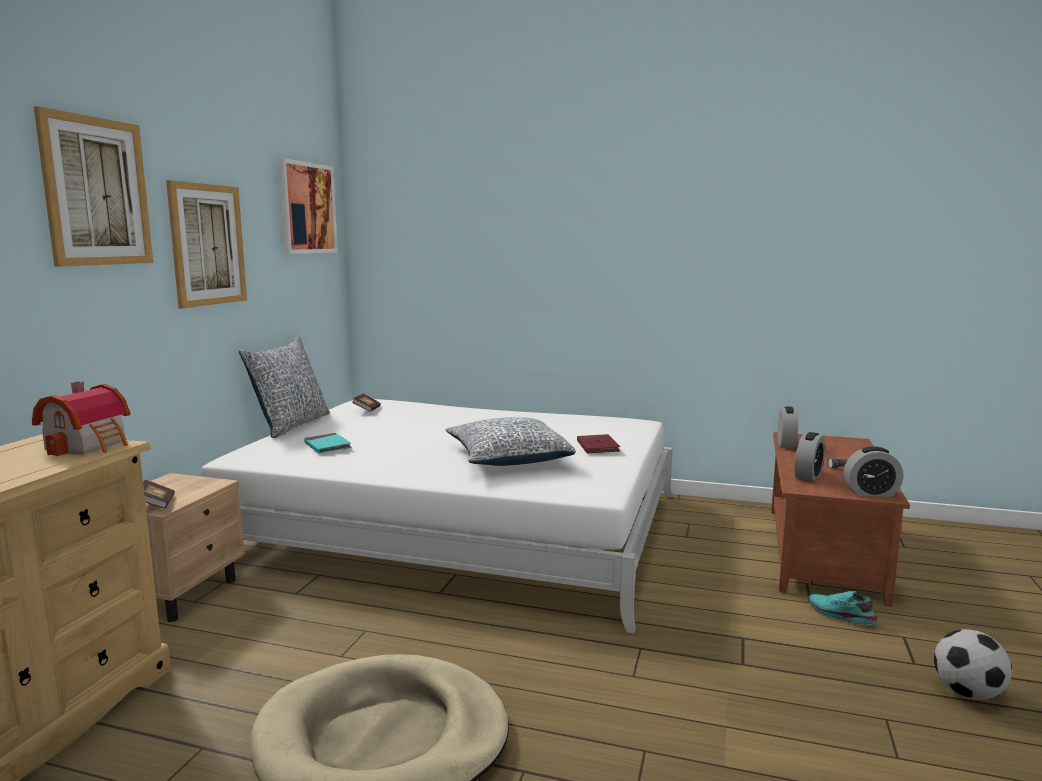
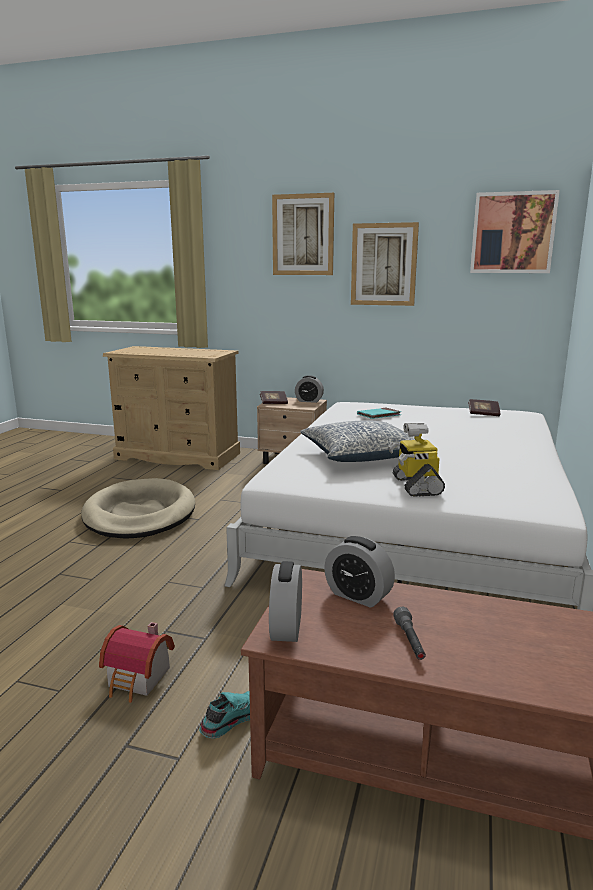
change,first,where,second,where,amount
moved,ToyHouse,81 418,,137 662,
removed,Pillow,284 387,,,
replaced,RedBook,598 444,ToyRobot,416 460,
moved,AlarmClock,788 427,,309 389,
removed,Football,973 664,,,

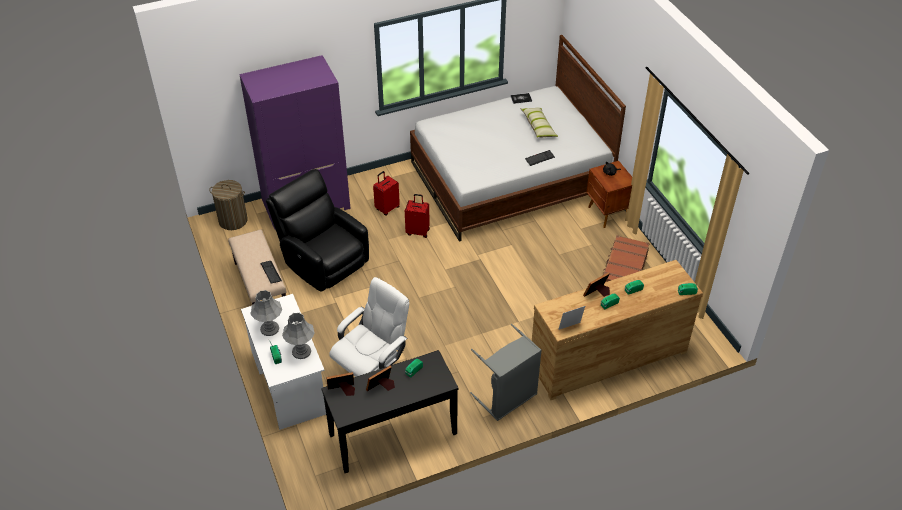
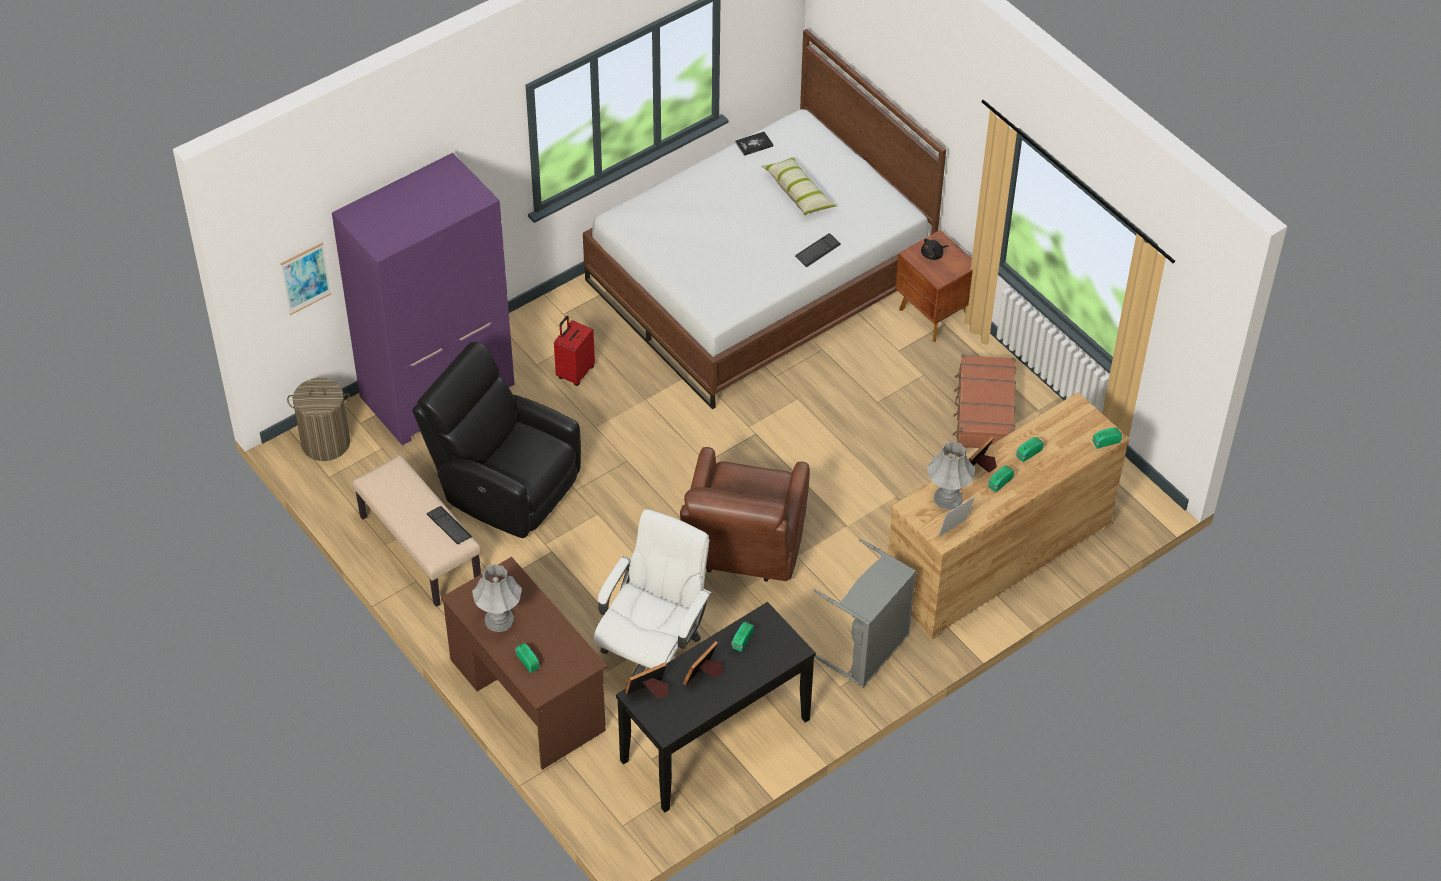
change,first,where,second,where,amount
recoloured,WhiteDesk,283 362,BrownDesk,524 663,
moved,GreyTableLamp,298 336,,951 475,
removed,RedSuitcase,417 216,,,
added,,,Picture,305 278,
added,,,BrownArmchair,745 514,

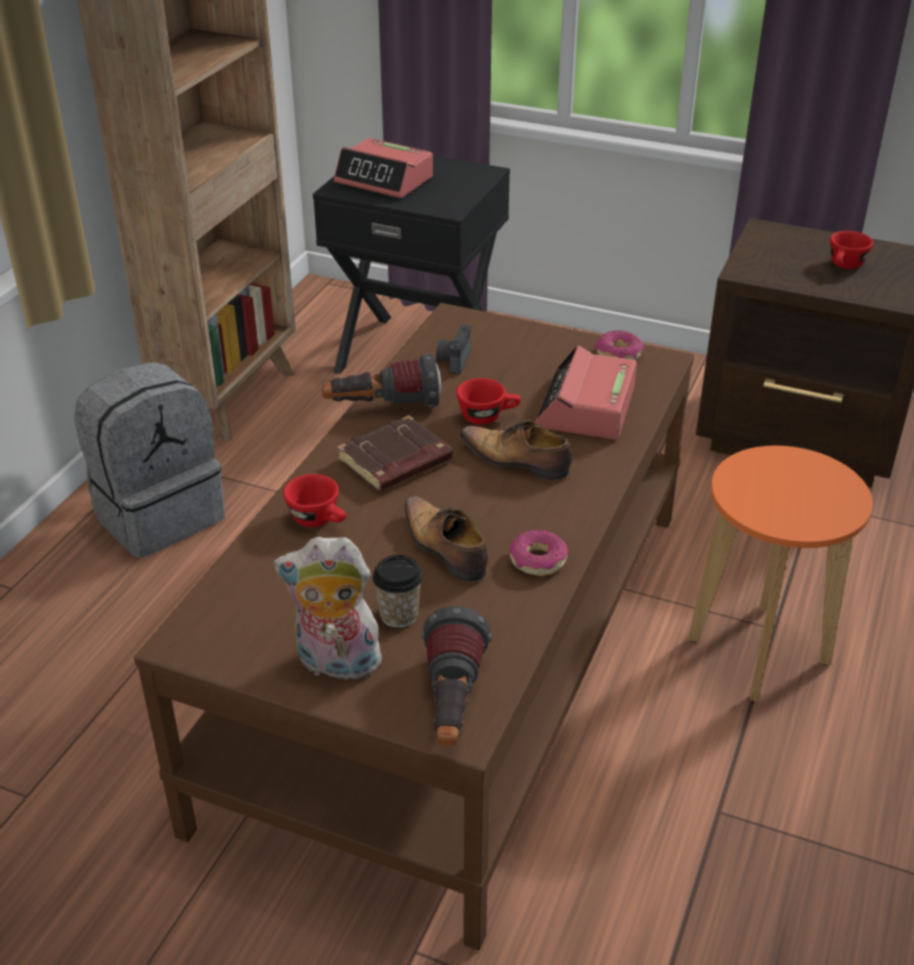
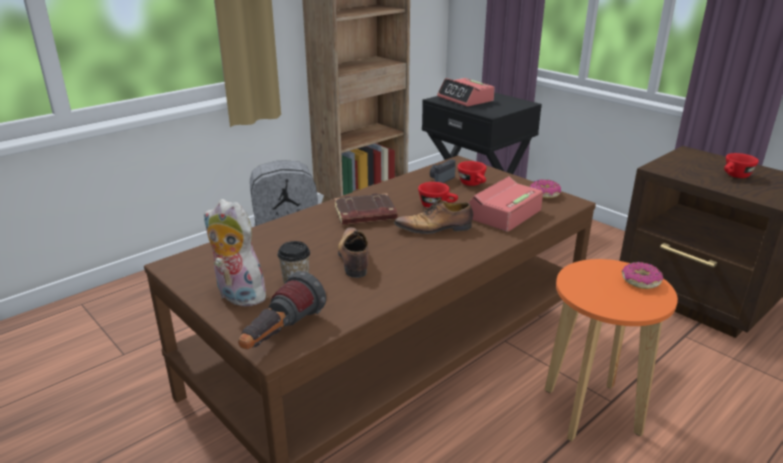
change,first,where,second,where,amount
moved,RedCup,315 500,,472 173,
removed,Flashlight,381 381,,,
turned,Shoe,516 450,,433 216,60 degrees counterclockwise
moved,Donut,538 553,,642 275,

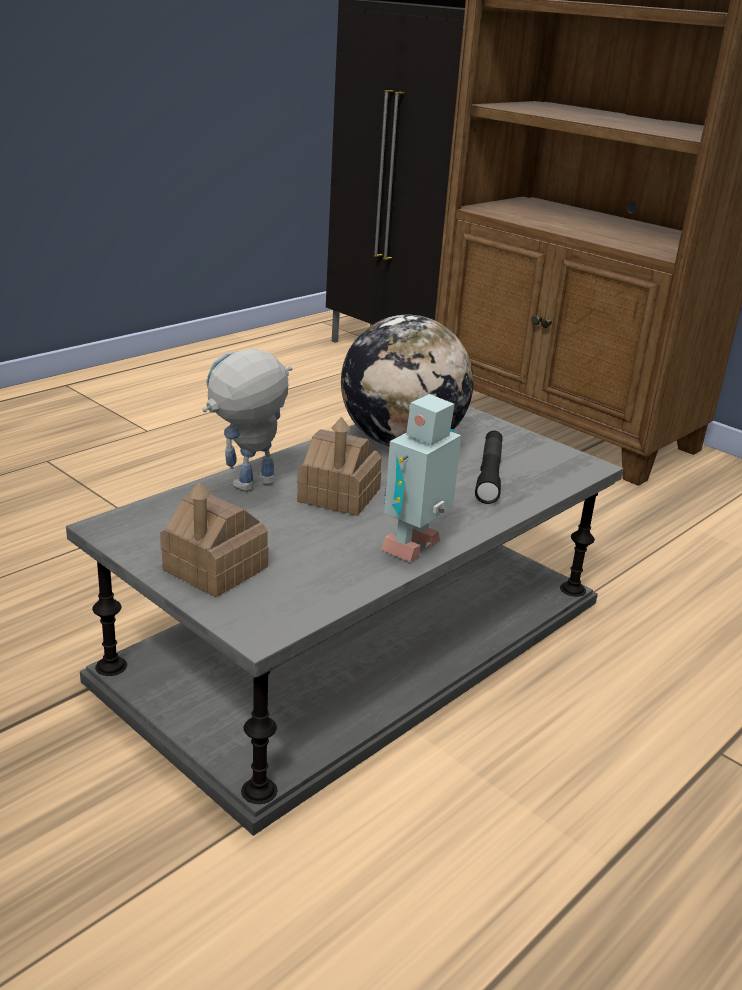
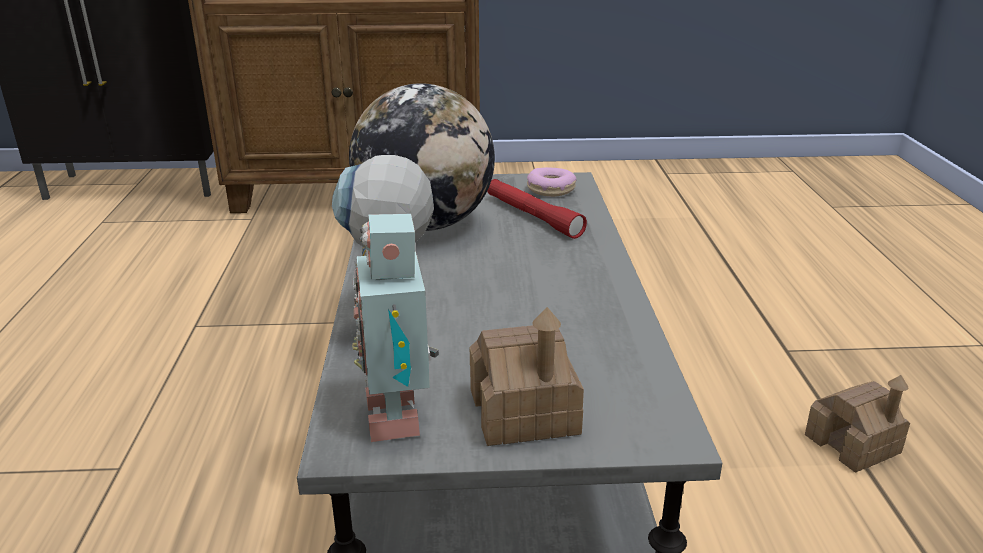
change,first,where,second,where,amount
moved,ToyHouse,339 466,,857 424,
moved,ToyRobot,421 478,,395 328,
recoloured,BlackFlashlight,489 467,RedFlashlight,537 209,
added,,,Donut,552 182,

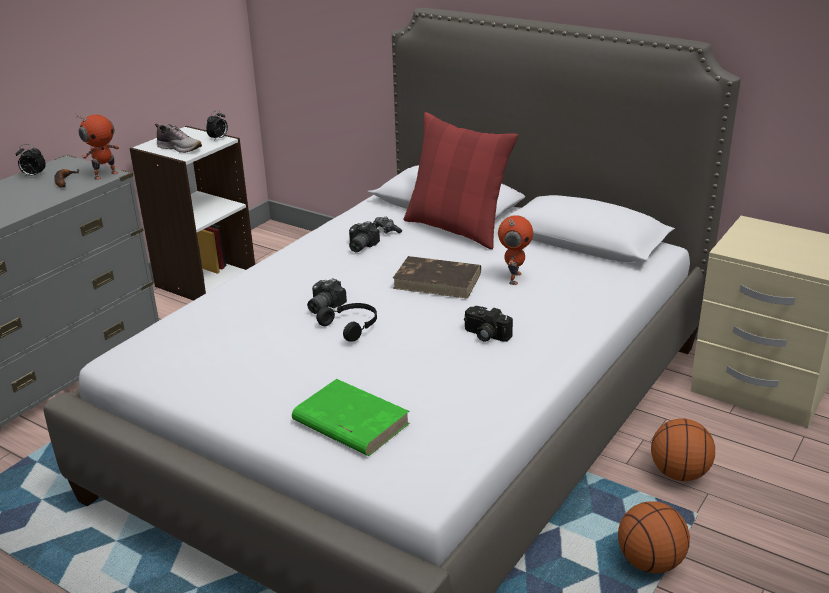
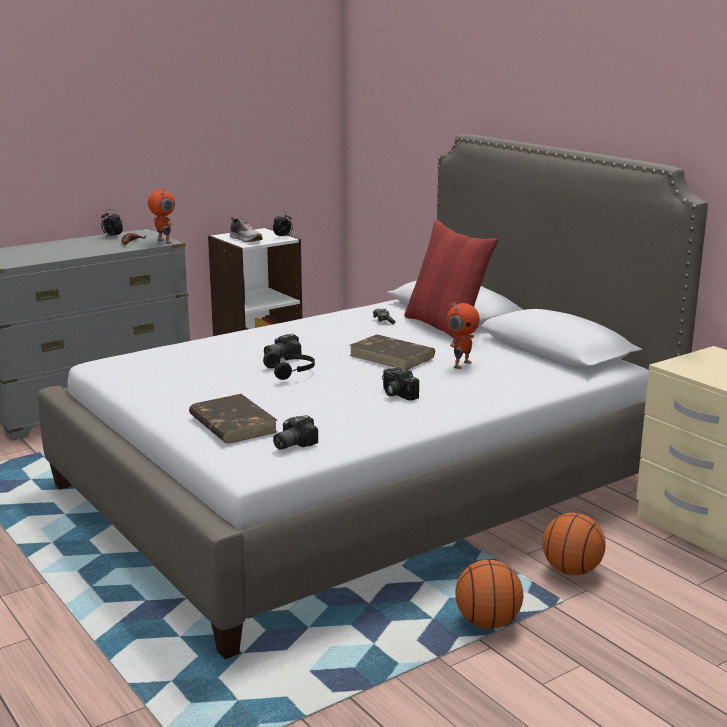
change,first,where,second,where,amount
turned,ToyRobot,97 146,,161 216,105 degrees counterclockwise
recoloured,GreenBook,351 417,BrownBook,233 419,
moved,PhotoCamera,364 236,,295 432,

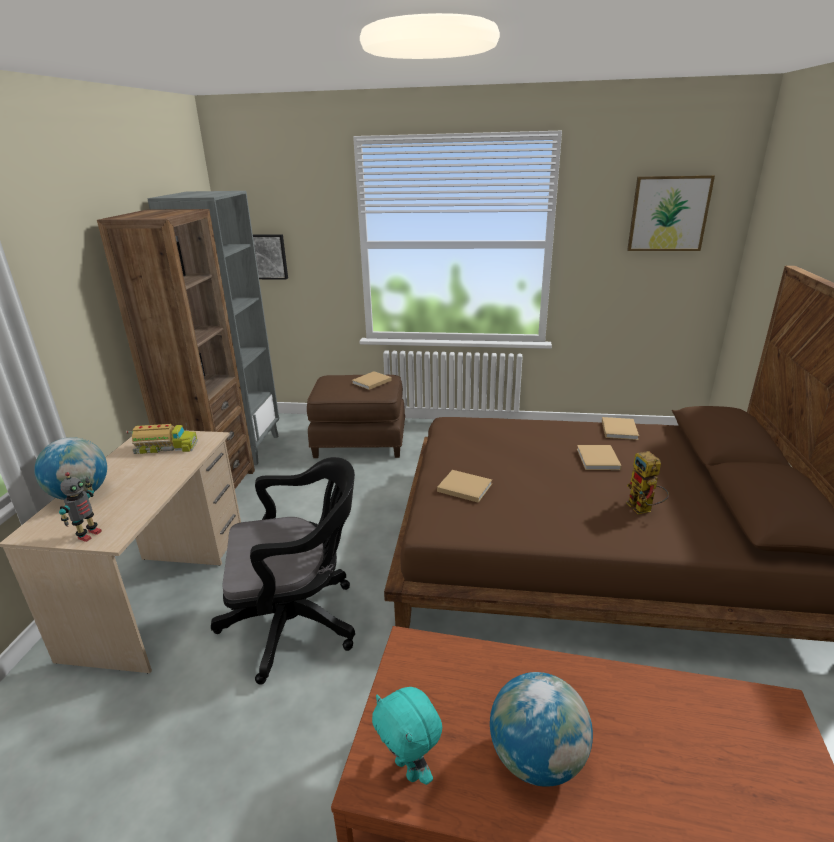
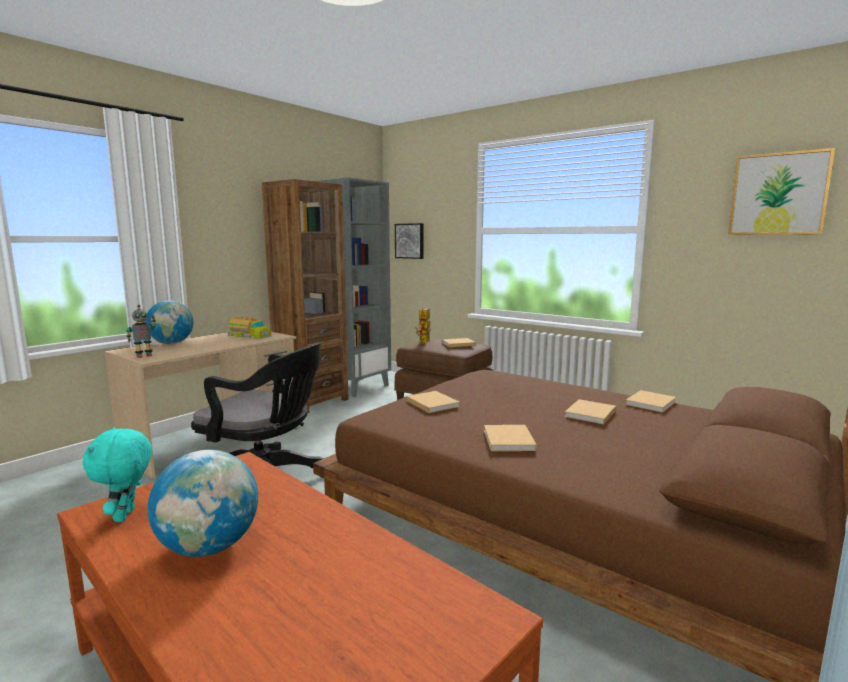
change,first,where,second,where,amount
moved,ToyRobot,647 482,,423 325,
added,,,BeigeBook,510 438,

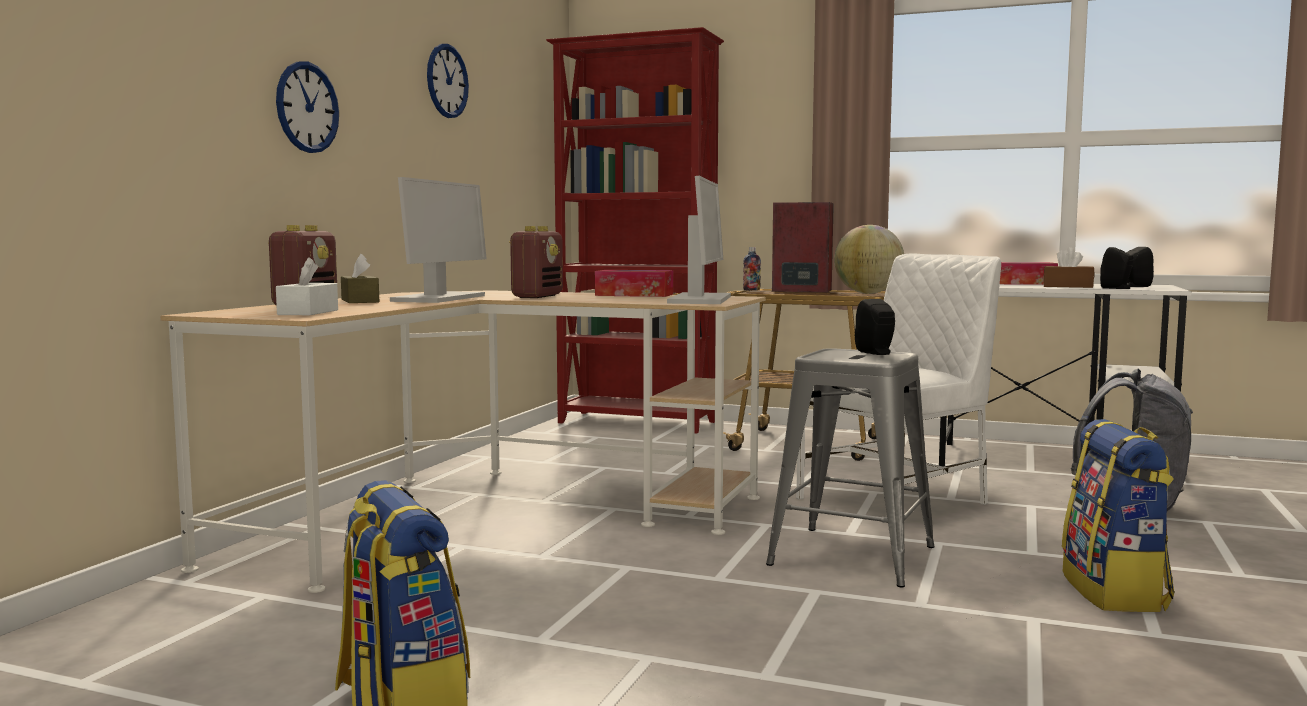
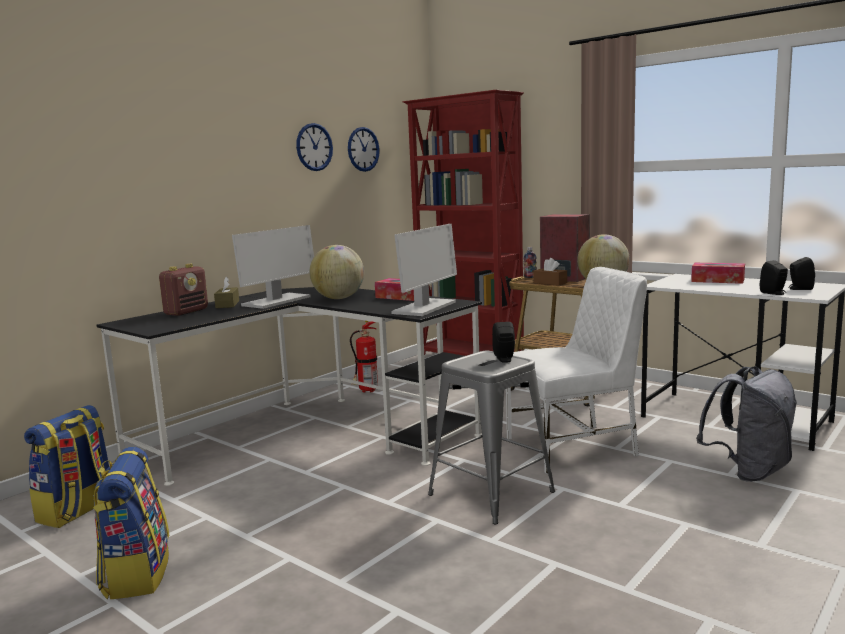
change,first,where,second,where,amount
recoloured,BeigeDesk,462 441,BlackDesk,289 386,
moved,WallClock,307 107,,364 149,
removed,WhiteTissueBox,307 286,,,
replaced,Radio,536 262,Globe,336 272,
moved,BrownTissueBox,1069 267,,550 272,
moved,Backpack,1118 515,,66 466,
added,,,FireExtinguisher,364 356,

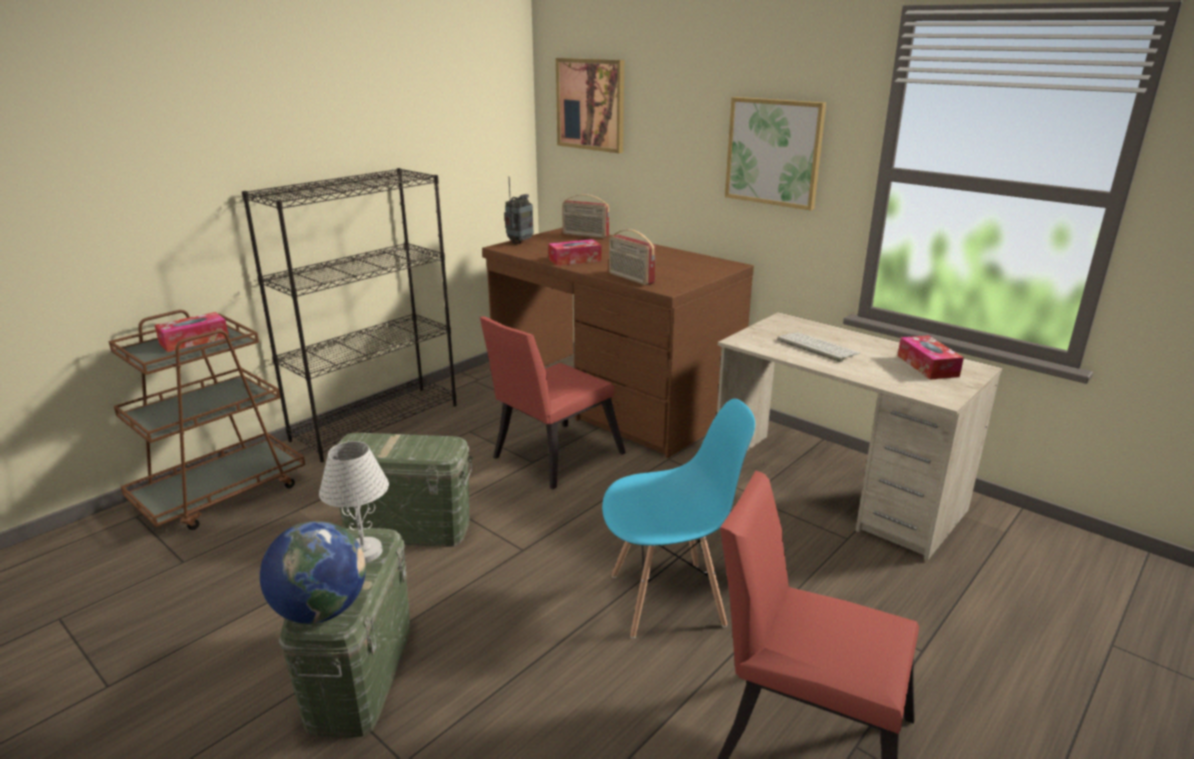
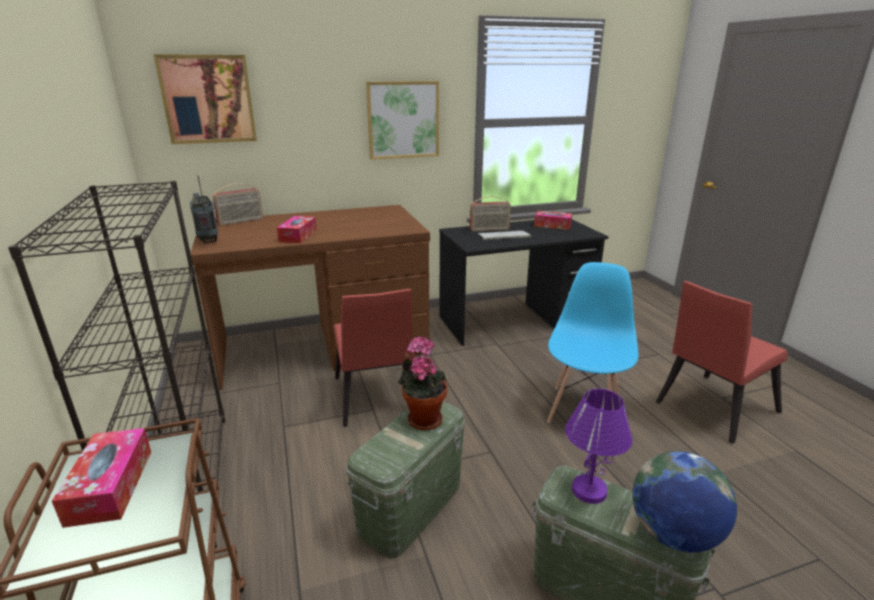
change,first,where,second,where,amount
recoloured,WhiteTableLamp,354 502,PurpleTableLamp,598 446,
moved,Radio,632 257,,490 214,
recoloured,BeigeDesk,859 436,BlackDesk,523 282,
added,,,PottedPlant,423 383,

